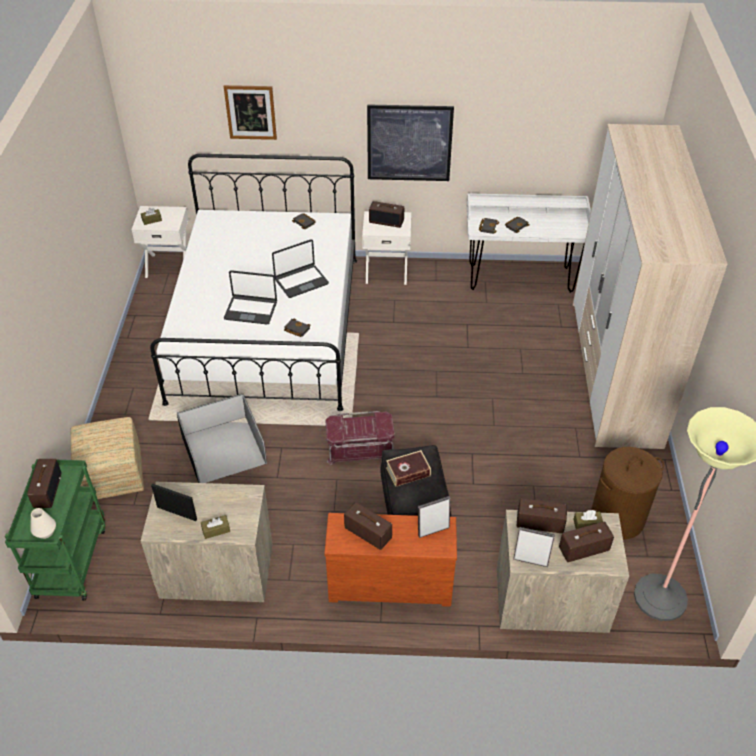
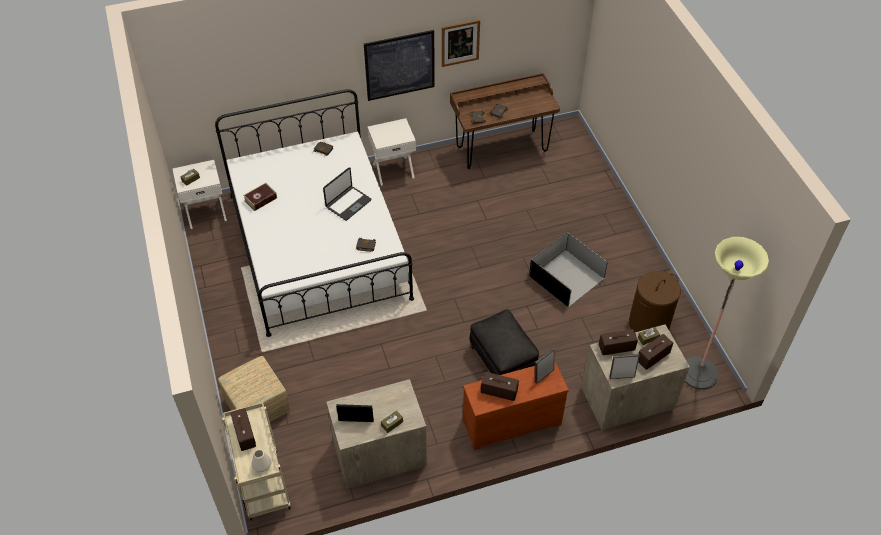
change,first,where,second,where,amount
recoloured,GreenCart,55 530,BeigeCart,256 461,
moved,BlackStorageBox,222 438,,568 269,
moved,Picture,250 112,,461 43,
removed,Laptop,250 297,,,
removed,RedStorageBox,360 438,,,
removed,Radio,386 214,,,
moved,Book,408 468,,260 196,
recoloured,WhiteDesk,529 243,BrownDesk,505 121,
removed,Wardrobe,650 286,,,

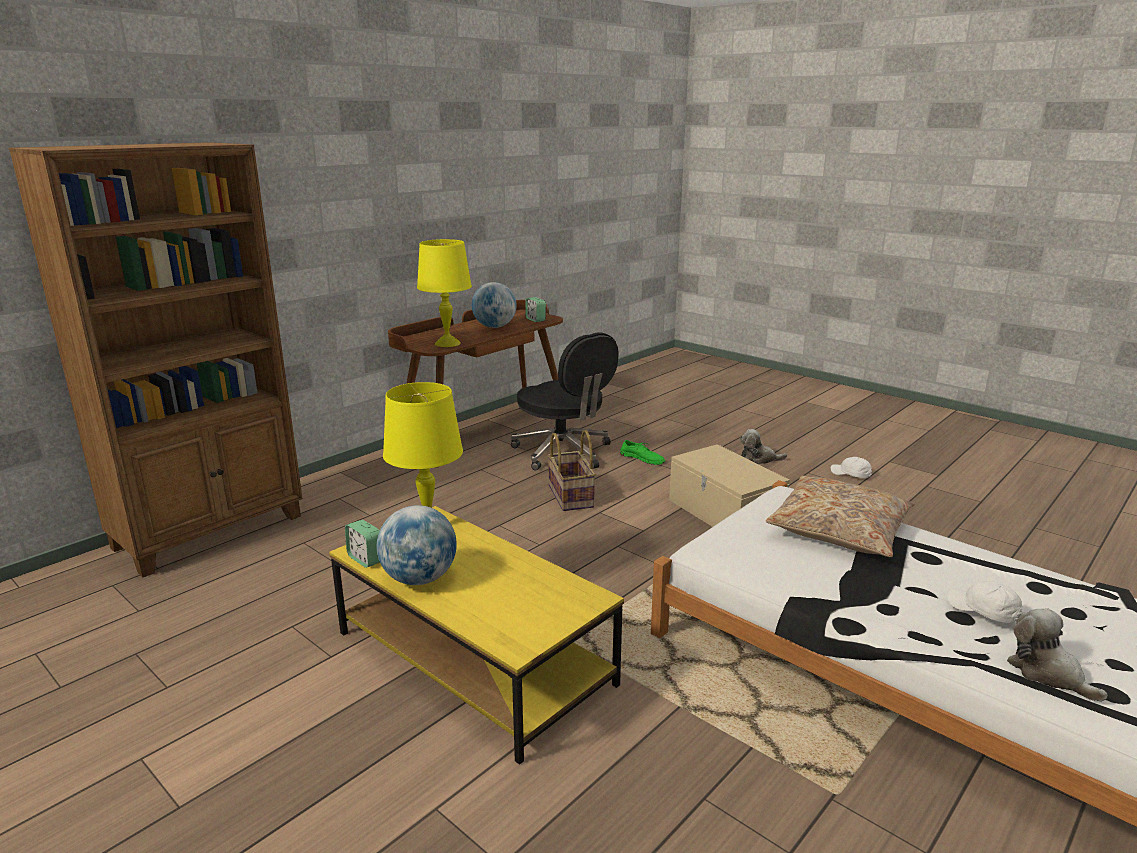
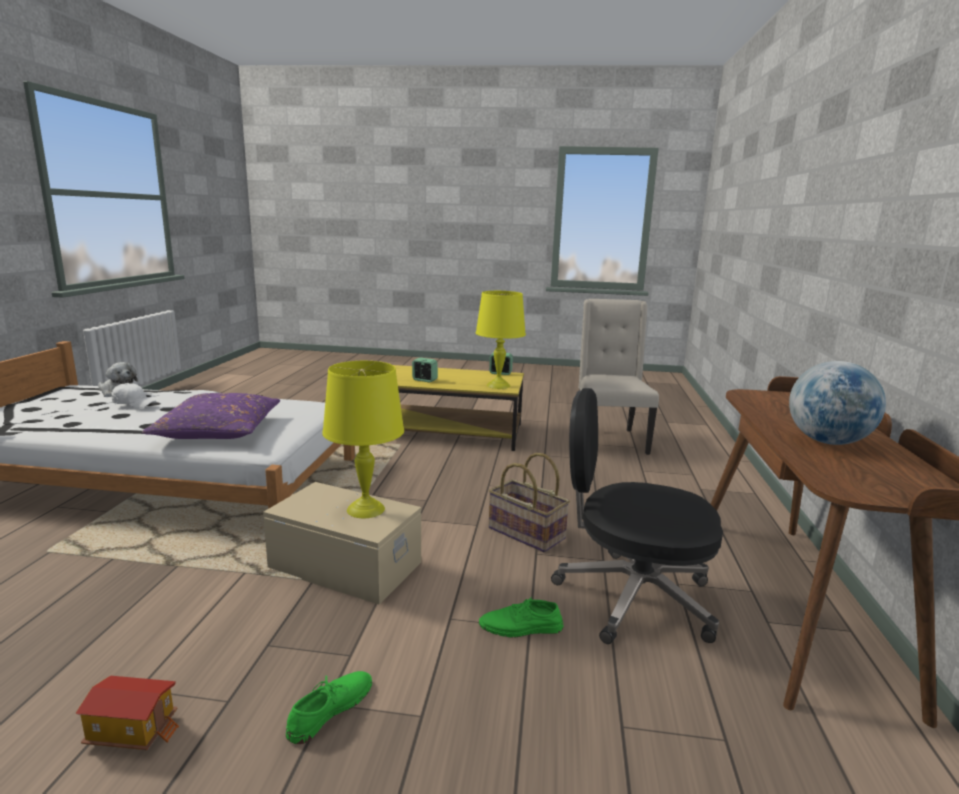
change,first,where,second,where,amount
removed,BrownBookcase,156 359,,,
removed,Globe,417 545,,,
moved,YellowTableLamp,444 293,,363 439,
moved,AlarmClock,535 309,,425 370,
replaced,PlushToy,763 446,GreenShoe,329 707,
recoloured,BeigePillow,840 516,PurplePillow,211 416,
replaced,WhiteCap,851 467,ToyHouse,127 713,
added,,,BeigeChair,618 377,

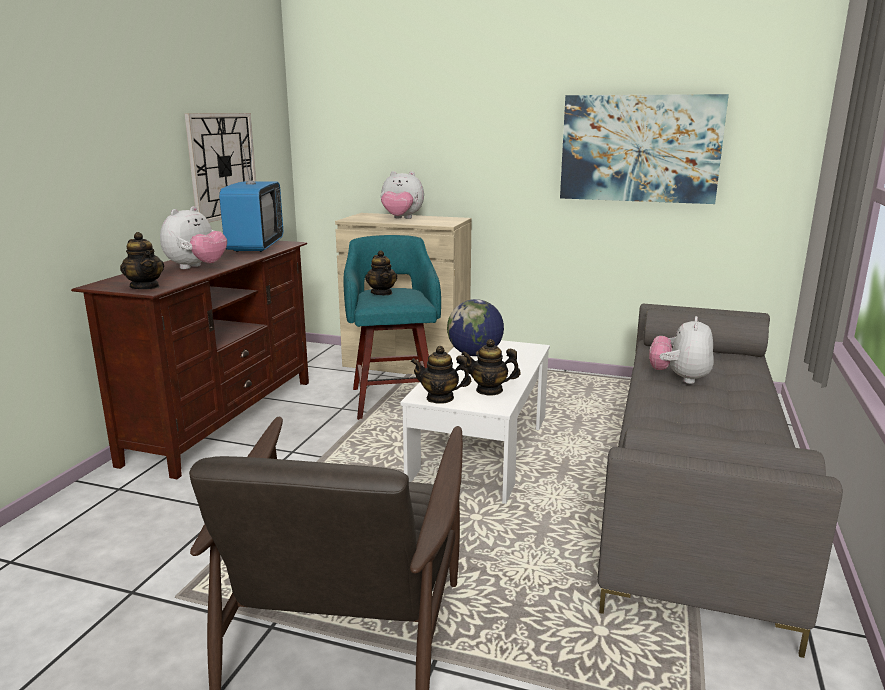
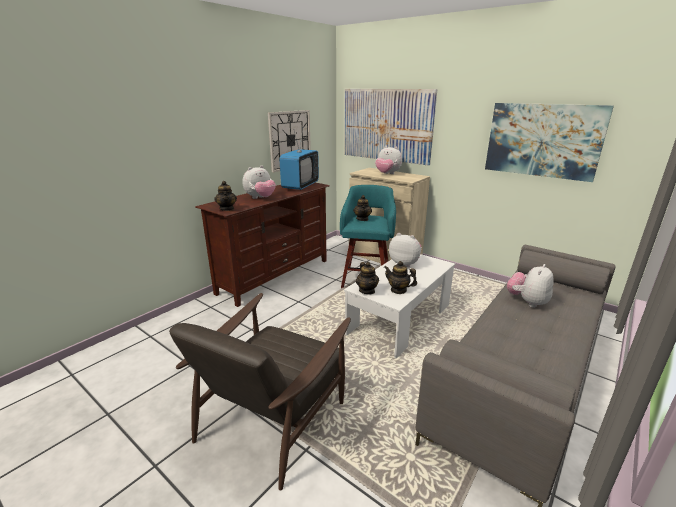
change,first,where,second,where,amount
turned,Teapot,440 375,,367 278,135 degrees counterclockwise
replaced,Globe,475 327,PlushToy,405 250,
added,,,Picture,390 127,

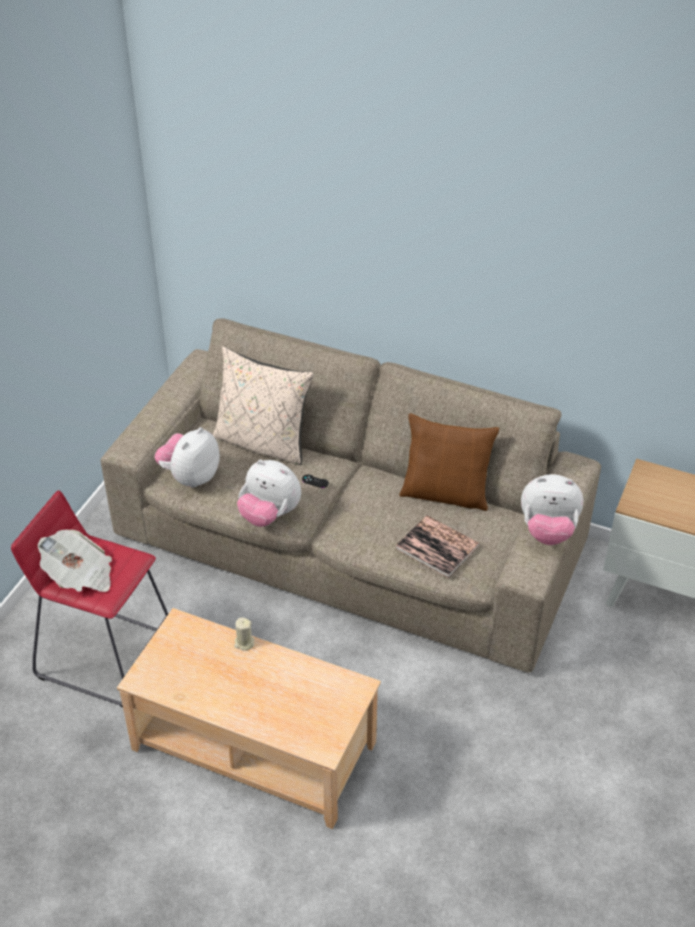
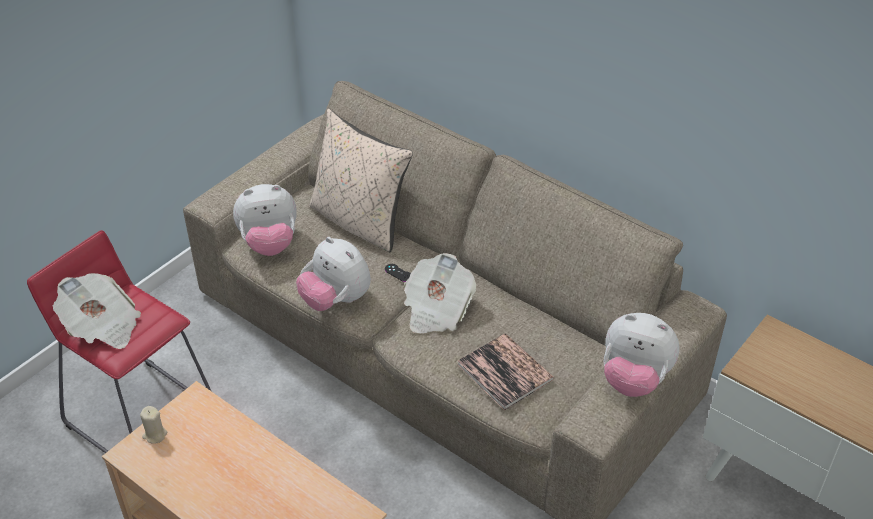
change,first,where,second,where,amount
turned,PlushToy,187 457,,265 220,150 degrees counterclockwise
moved,BeigeCandle,244 633,,153 425,
removed,BrownPillow,449 462,,,
added,,,Newspaper,440 293,

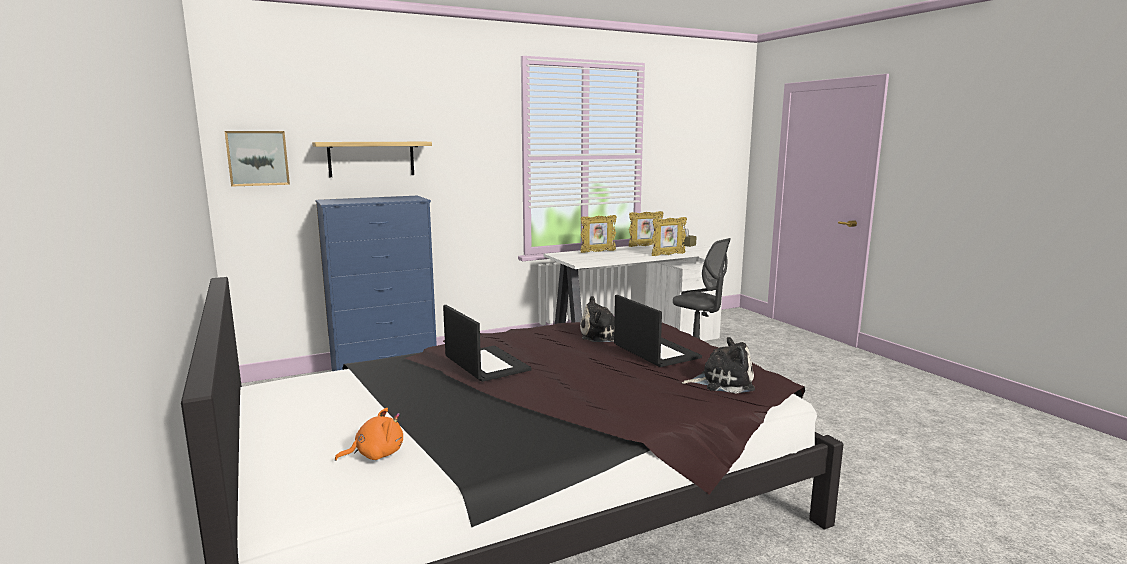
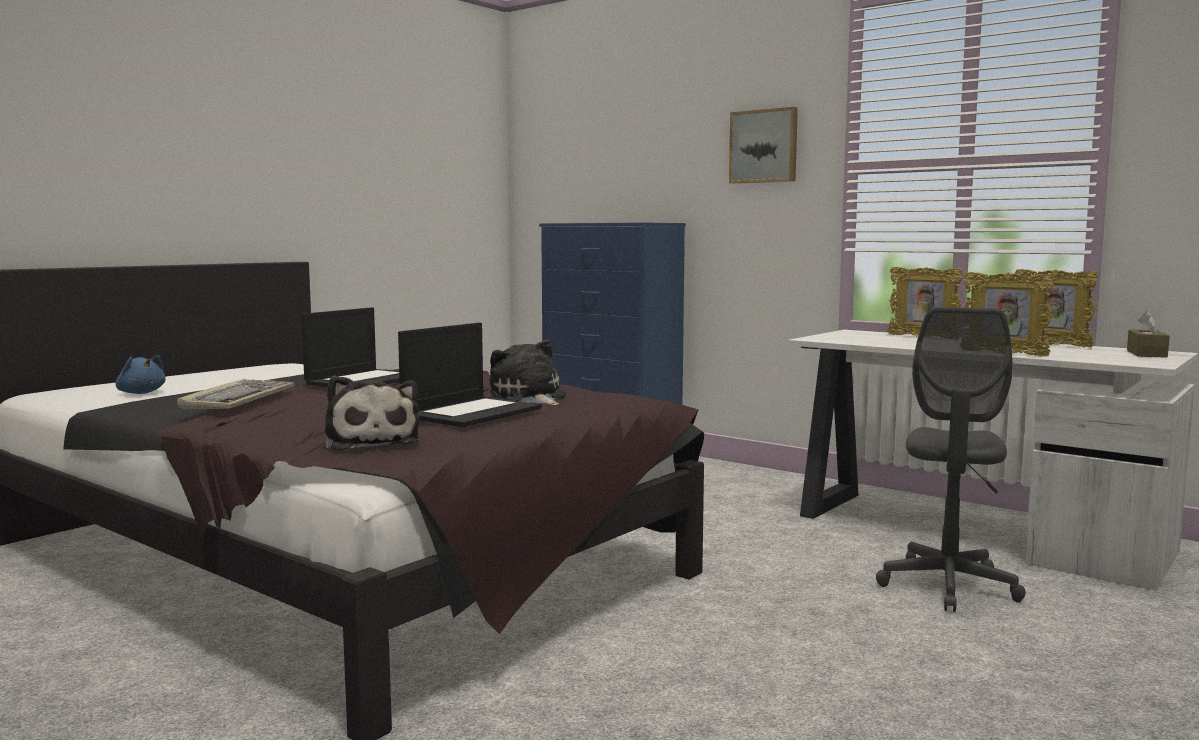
change,first,where,second,where,amount
moved,Picture,257 159,,763 145,
removed,Shelf,372 159,,,
recoloured,OrangePlushToy,369 434,BluePlushToy,140 374,
added,,,Keyboard,236 394,

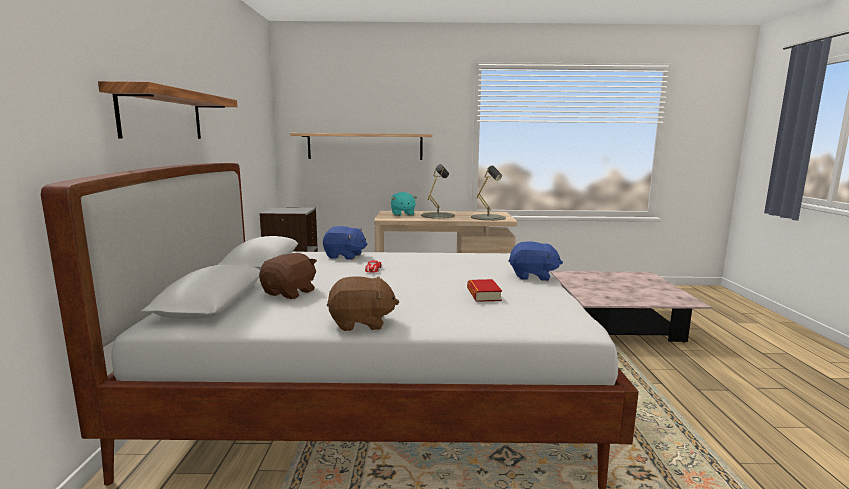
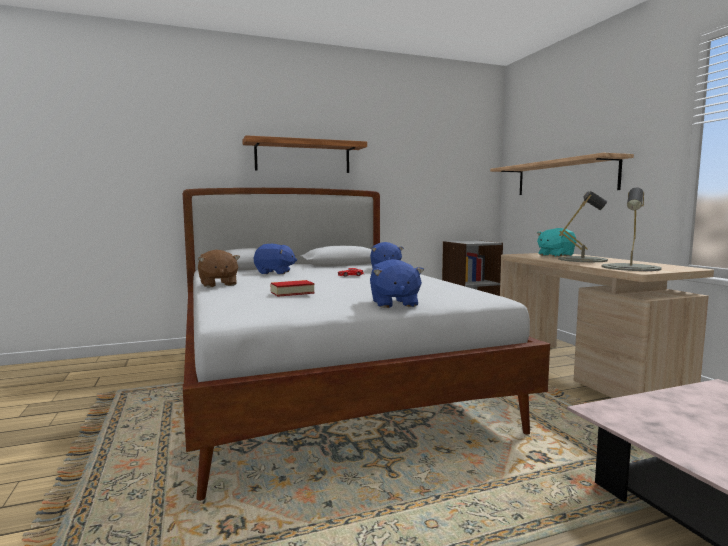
change,first,where,second,where,amount
recoloured,BrownPlushToy,288 276,BluePlushToy,275 259,

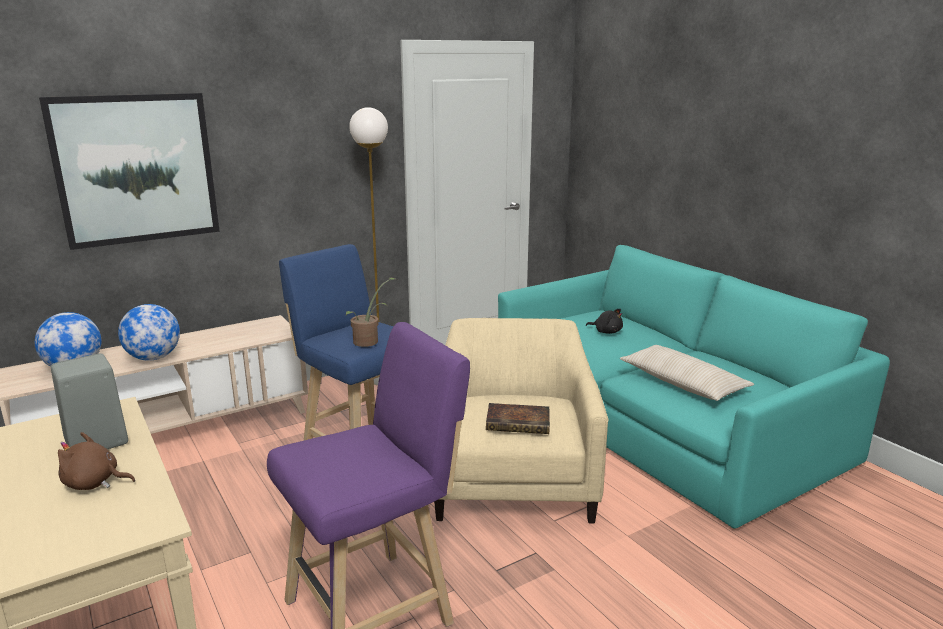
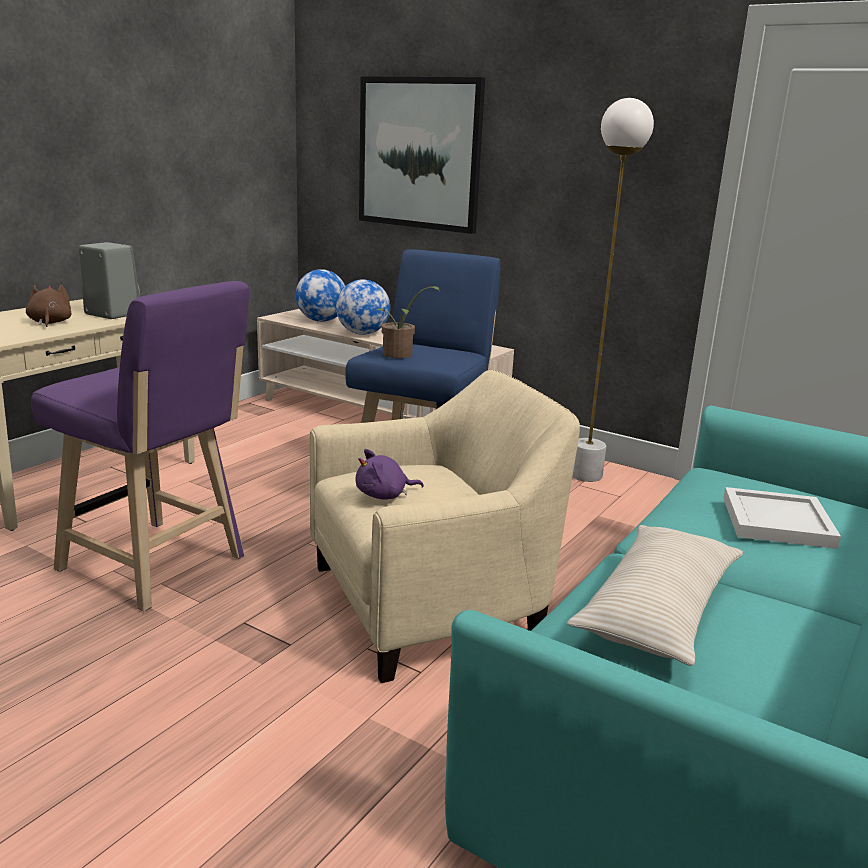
change,first,where,second,where,amount
replaced,Book,518 418,PurplePlushToy,390 474,
replaced,BlackPlushToy,604 321,WhiteTray,782 518,

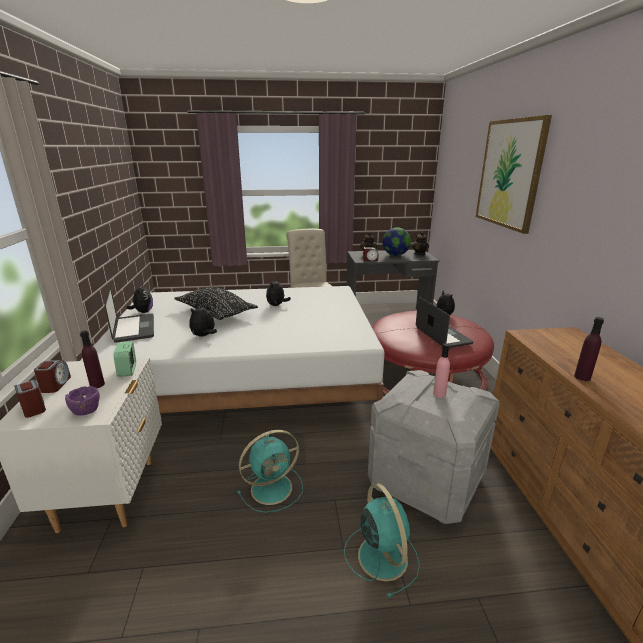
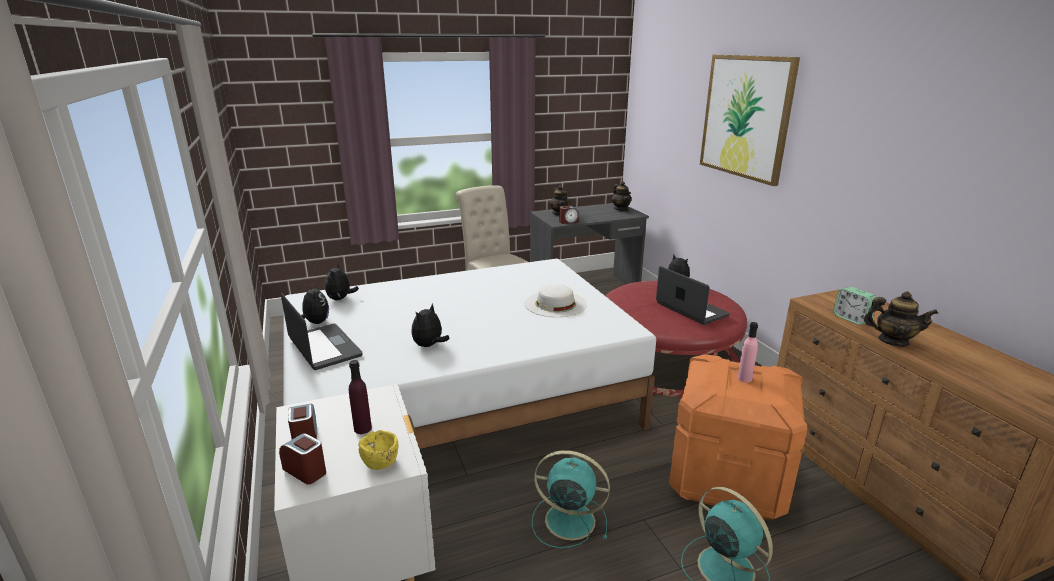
change,first,where,second,where,amount
recoloured,PurpleBowl,82 401,YellowBowl,378 450,
moved,AlarmClock,125 359,,854 306,
removed,BlackPillow,216 303,,,
turned,TurquoiseFan,270 471,,571 499,120 degrees counterclockwise
moved,PlushToy,278 292,,342 281,
recoloured,GreyStorageBox,434 447,OrangeStorageBox,738 437,
removed,Globe,396 241,,,
replaced,PurpleBottle,589 349,Teapot,901 319,
added,,,WhiteHat,556 301,

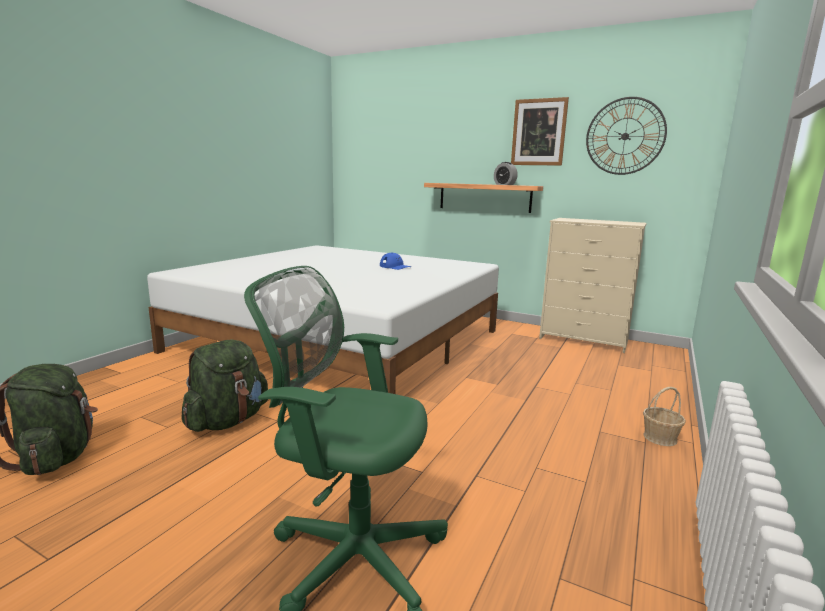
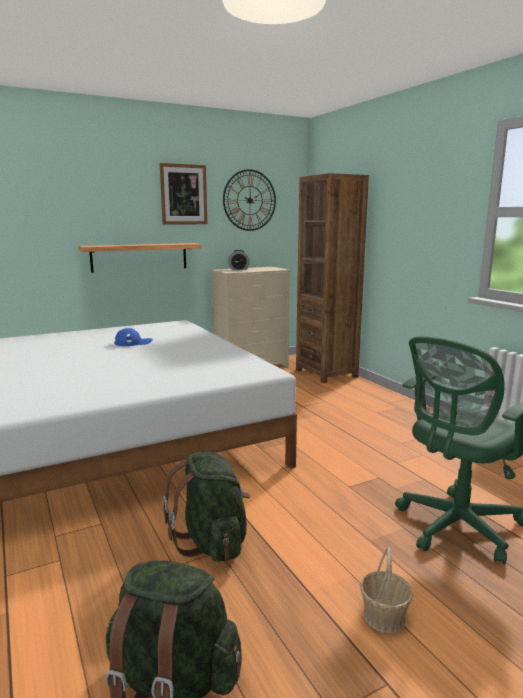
change,first,where,second,where,amount
moved,AlarmClock,506 173,,239 260,
moved,Basket,664 416,,386 590,
added,,,BrownBookcase,332 278,

